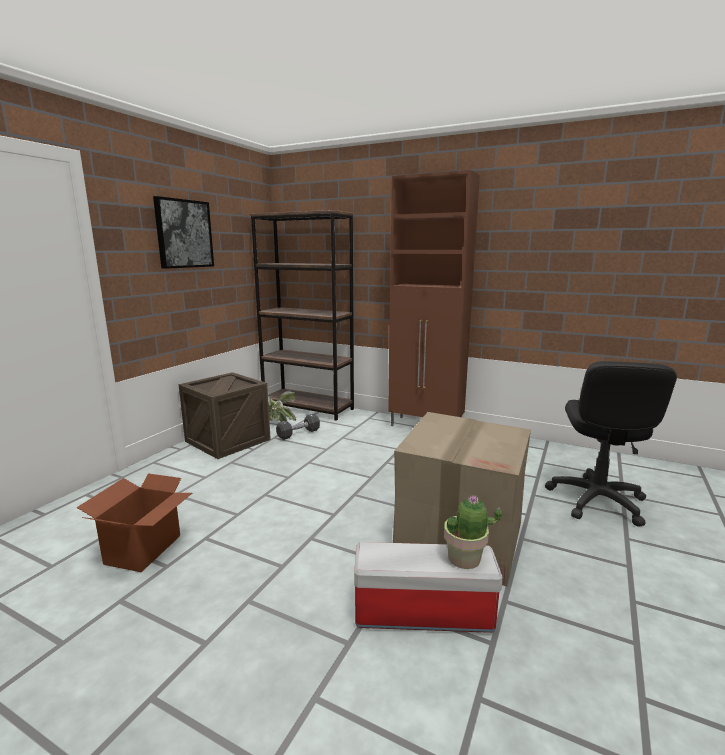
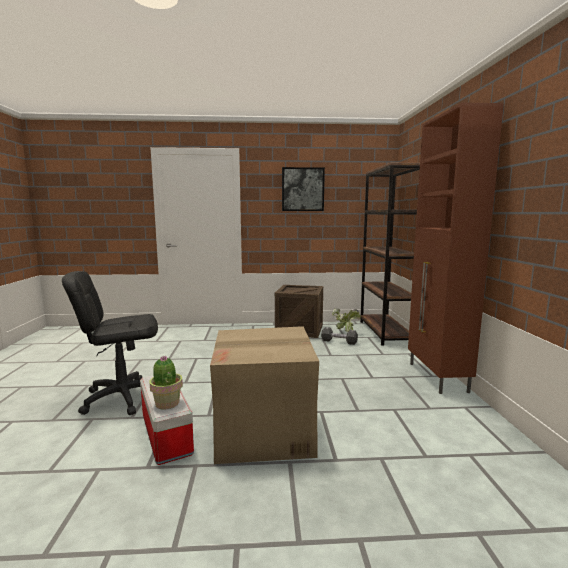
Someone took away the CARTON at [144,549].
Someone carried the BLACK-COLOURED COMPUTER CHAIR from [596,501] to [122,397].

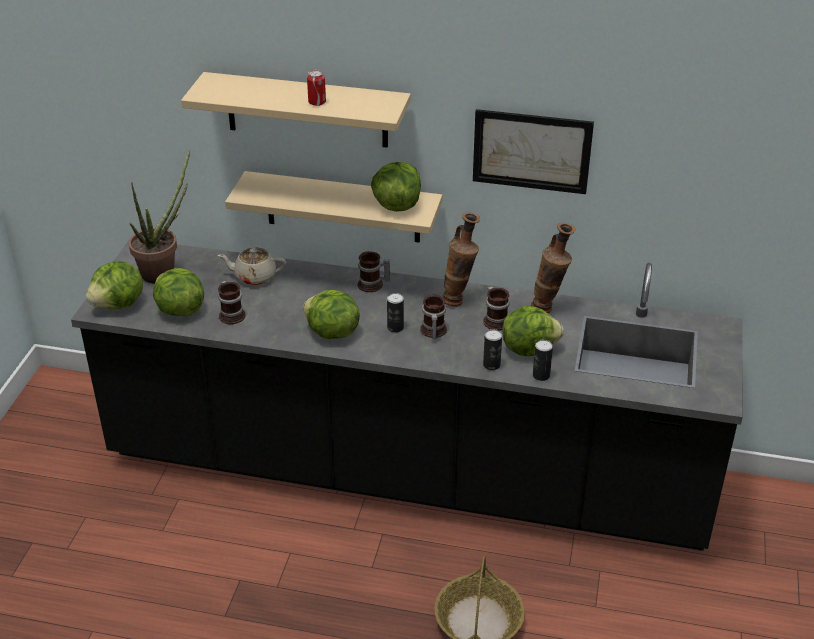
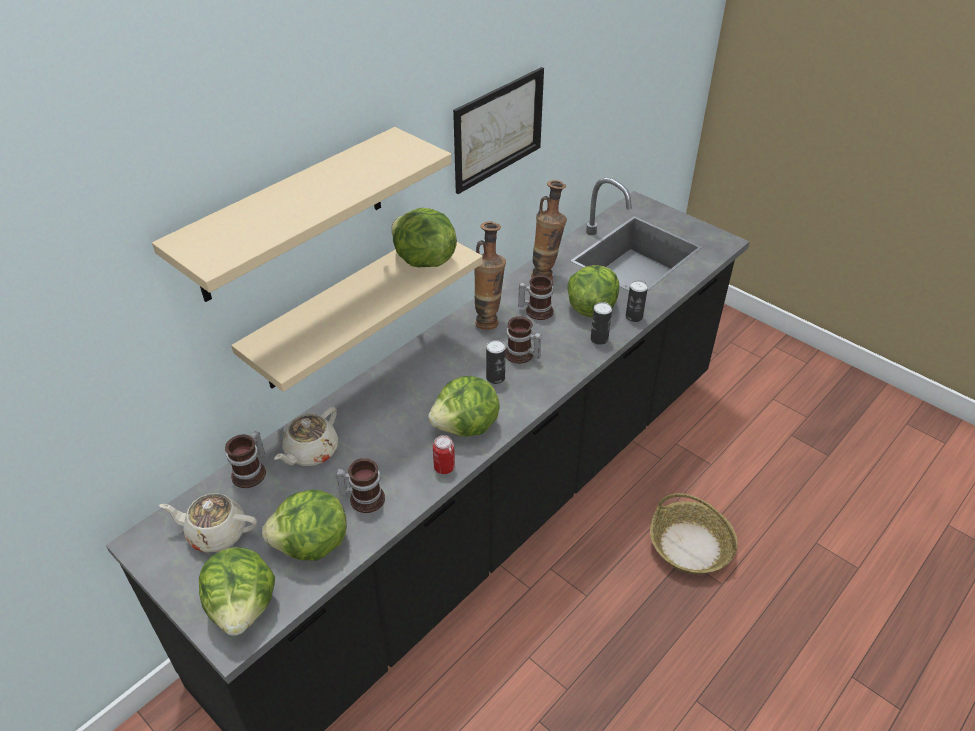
Someone carried the SEALED CAN from [317,102] to [444,467].
Someone carried the COFFEE MUG from [373,285] to [252,472].
Someone swapped the HOUSEPLANT at [164,271] for the BEIGE-COLOURED TEA POT at [216,533].

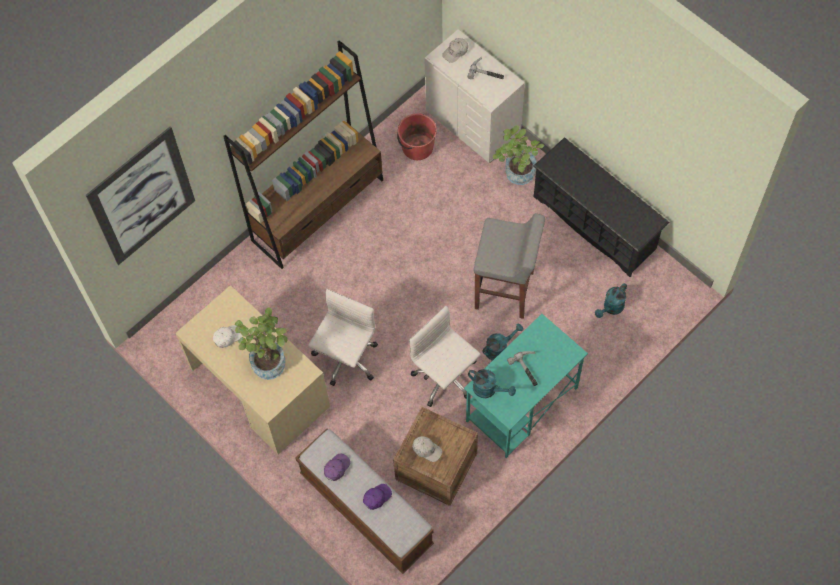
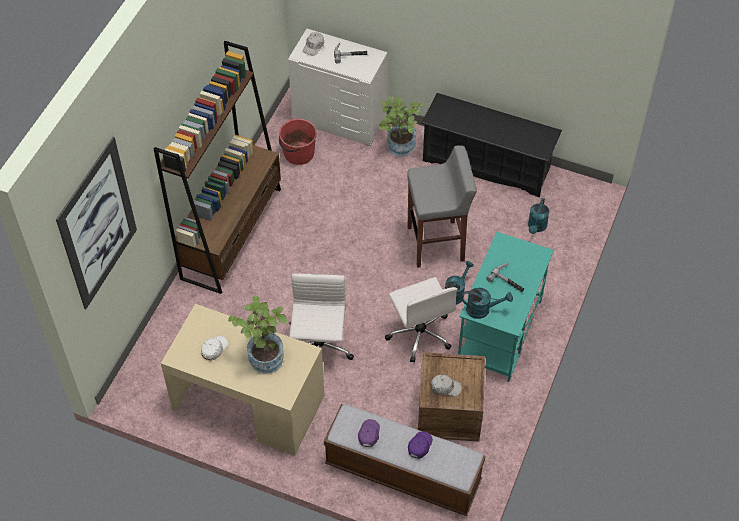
Someone rotated the WHITE COMPUTER CHAIR at [445,378] by 135 degrees counterclockwise.

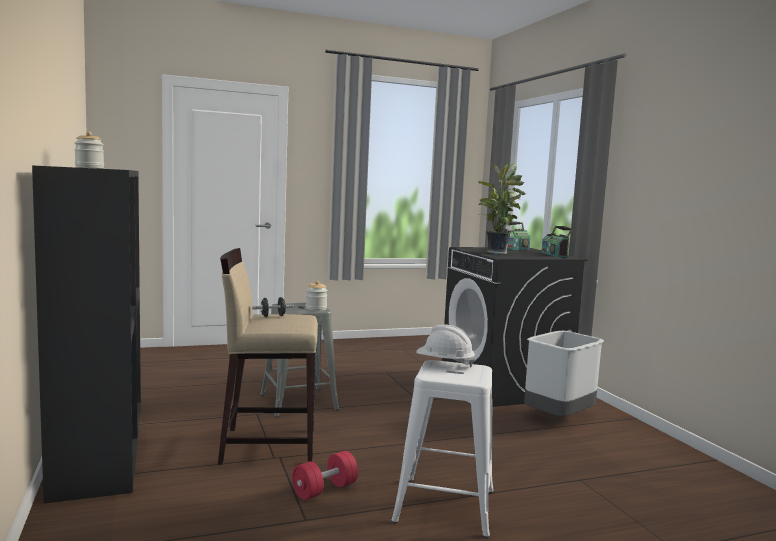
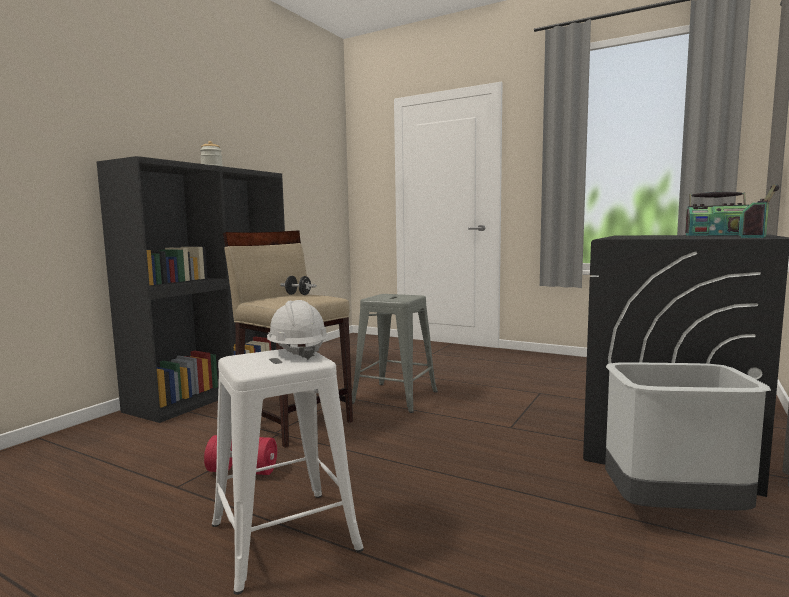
Someone took away the PRESERVE JAR at [316,309].
Someone took away the HOUSEPLANT at [497,253].

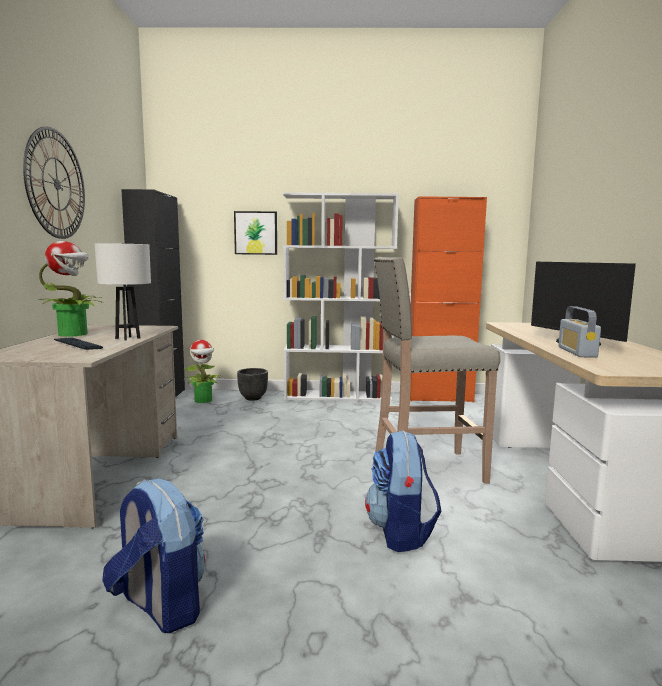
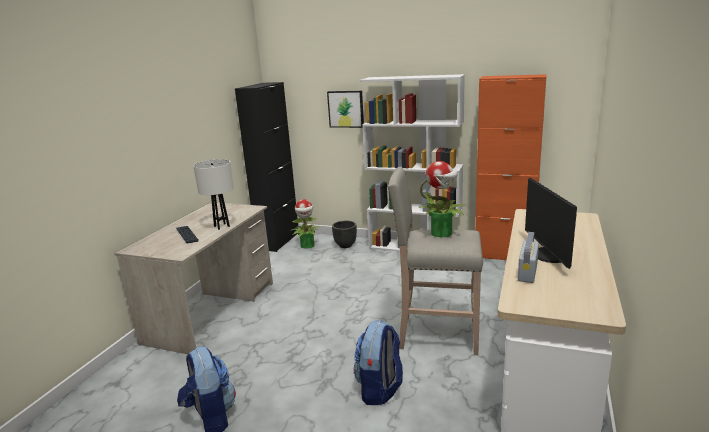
Someone took away the CLOCK ON THE WALL at [56,184].
Someone carried the HOUSEPLANT from [74,334] to [442,233].

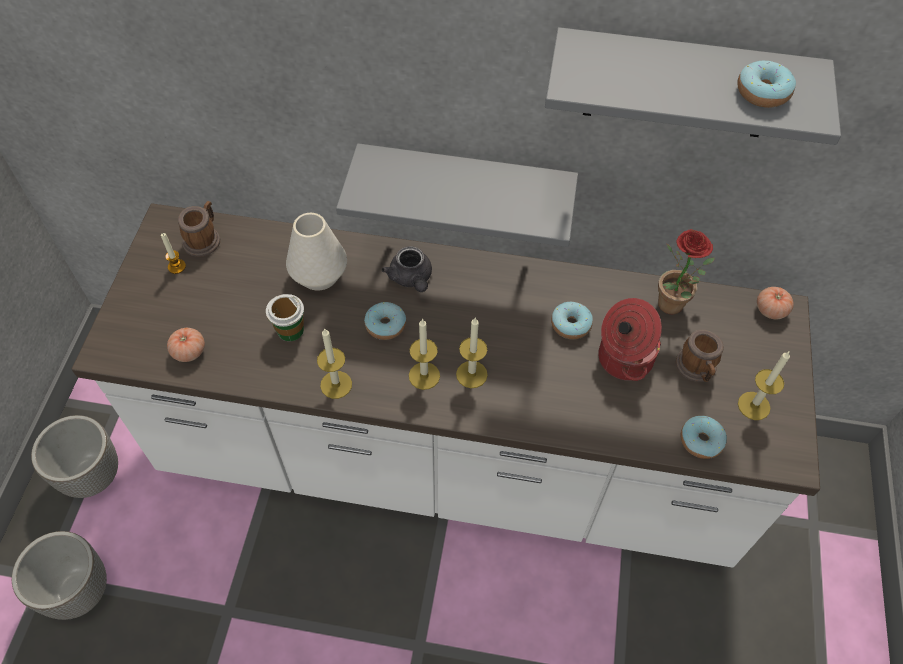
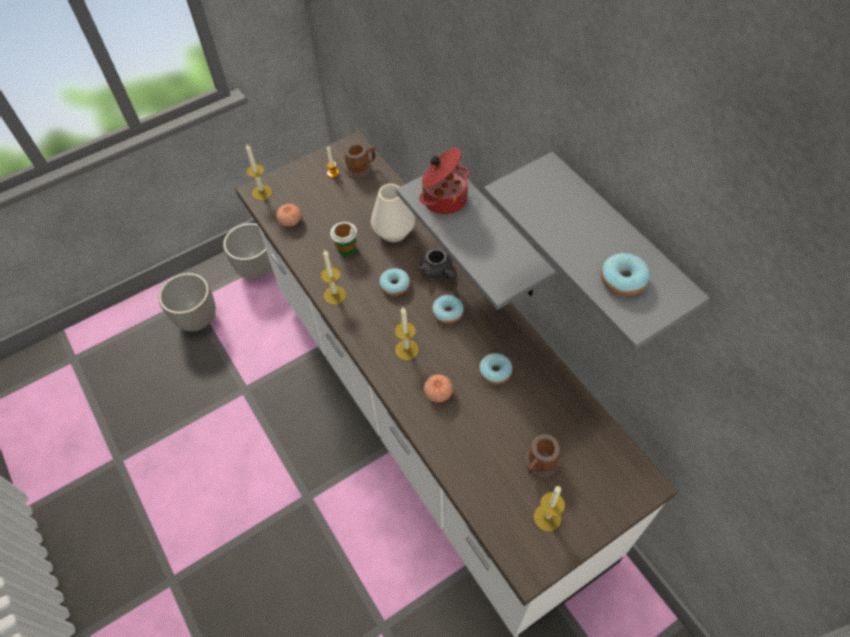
Someone took away the HOUSEPLANT at [672,309].
Someone carried the WAX LIGHT from [424,376] to [262,192].
Someone carried the SAUCEPOT from [623,358] to [443,198].
Someone carried the DONUT from [701,441] to [447,313].
Someone carried the WHOLE TOMATO from [770,310] to [438,393].
Someone rotated the GREY TEA POT at [411,279] by 60 degrees counterclockwise.

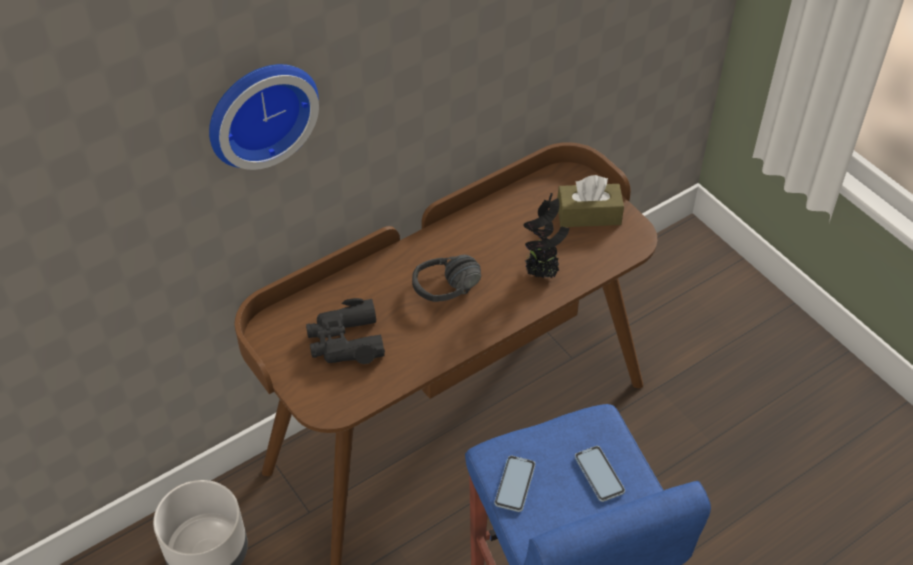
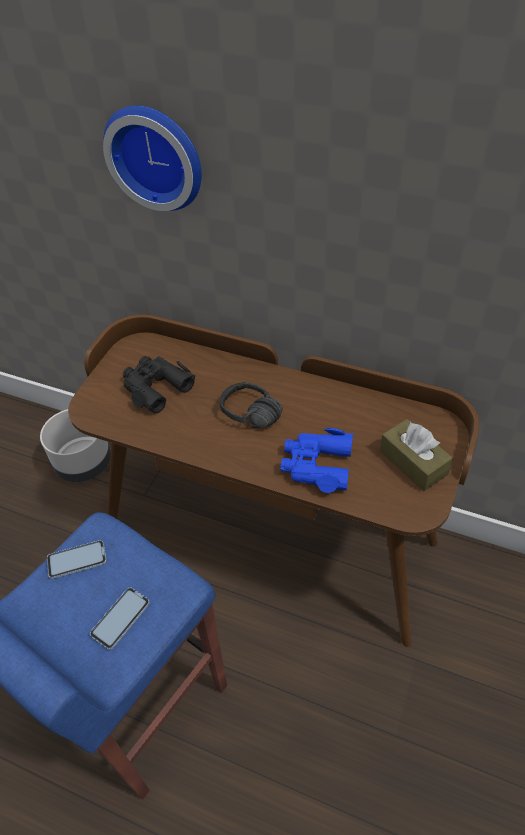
Someone swapped the HOUSEPLANT at [542,273] for the BLUE-COLOURED FIELD GLASSES at [317,465].

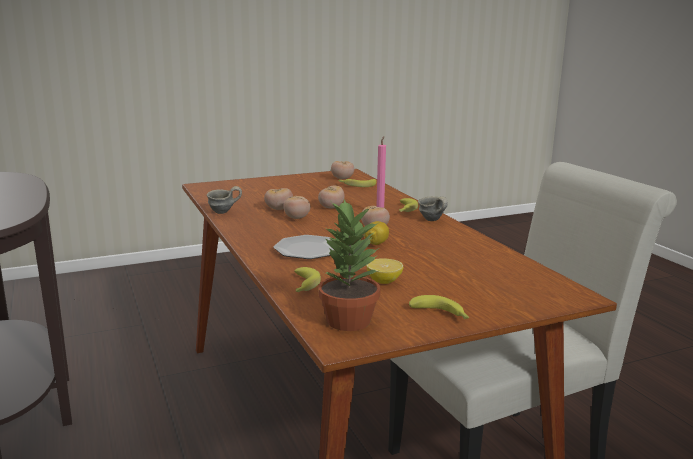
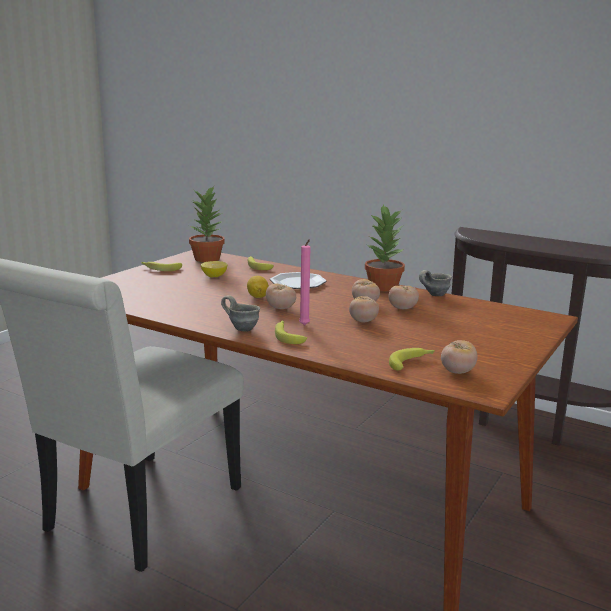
Someone put down the HOUSEPLANT at [384,287].

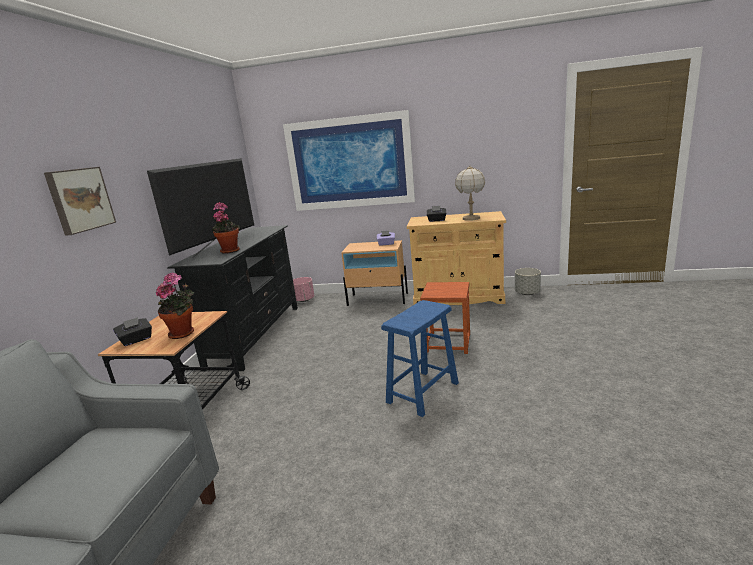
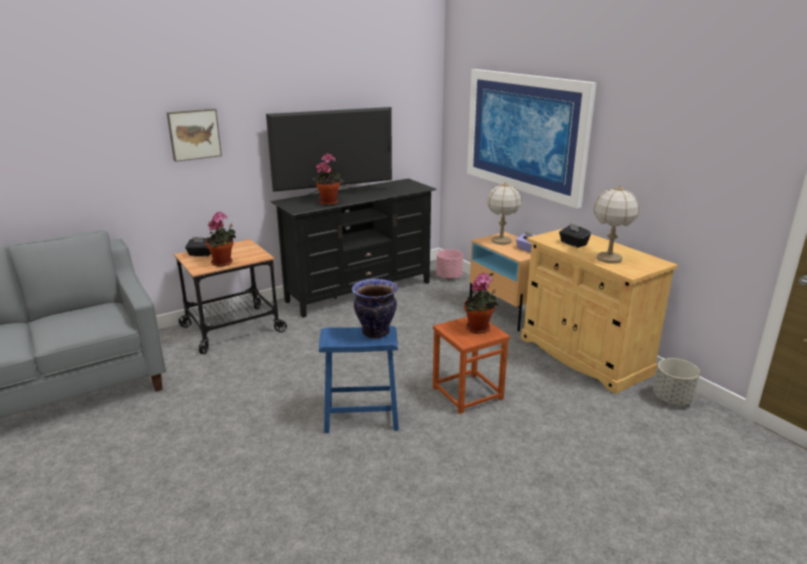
Someone put down the VASE at [375,333].
Someone put down the HOUSEPLANT at [479,329].
Someone put down the TABLETOP LAMP at [501,241].

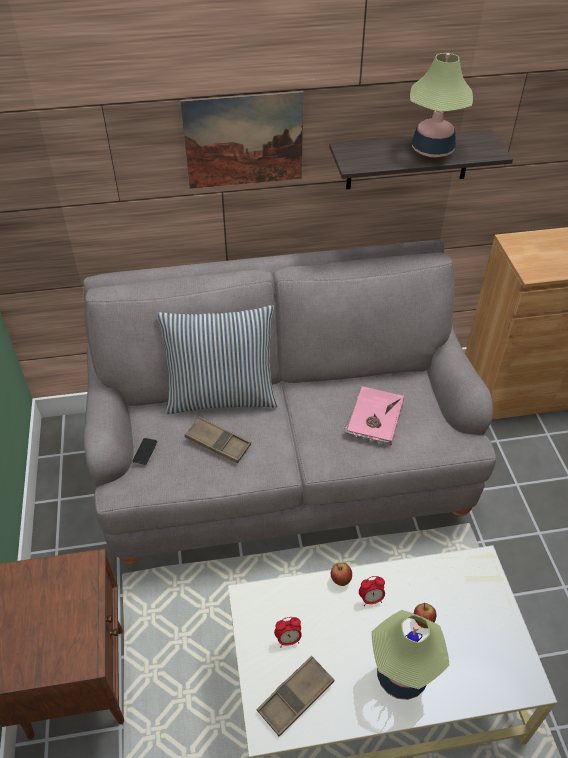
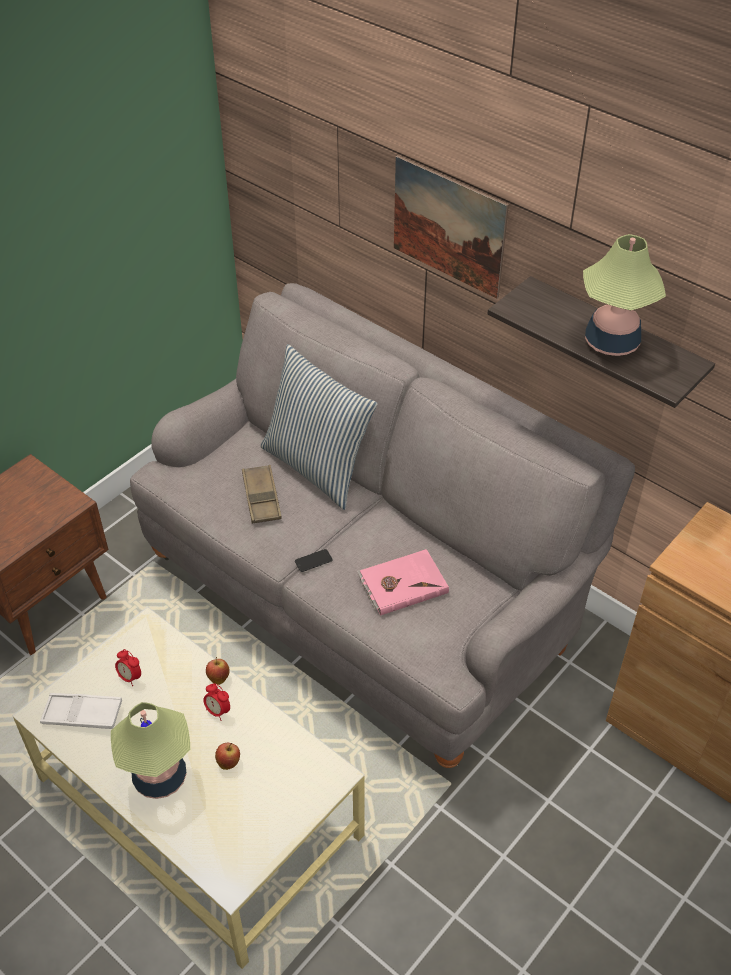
Someone carried the HANDSET from [145,451] to [313,561].
Someone repainted the BROWN-COLOURED CARRYING TRAY at [295,697], which became the WHITE CARRYING TRAY at [82,714].

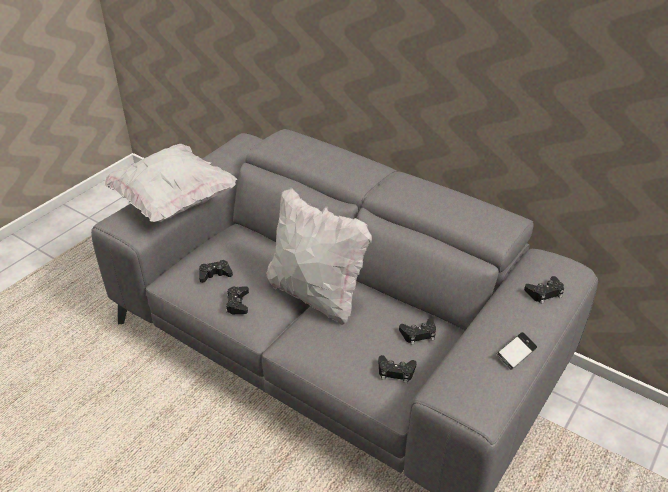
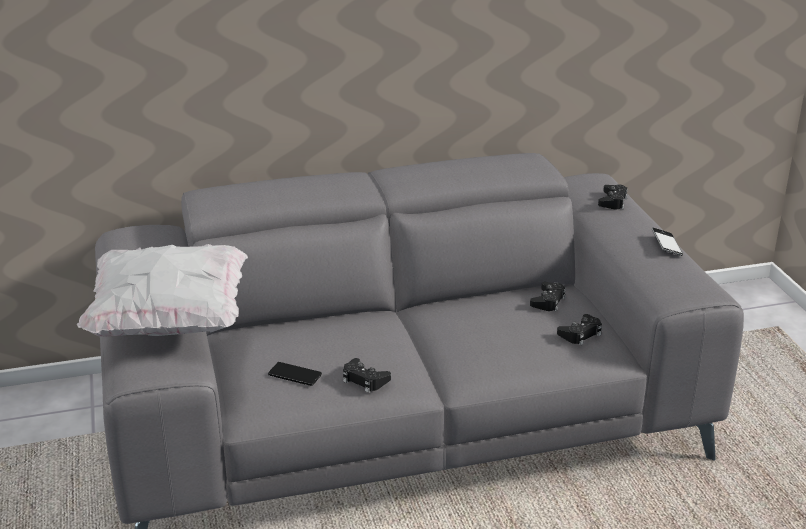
Someone took away the WHITE THROW PILLOW at [316,295].
Someone swapped the BLACK-COLOURED GAMEPAD at [215,274] for the HANDSET at [294,374].

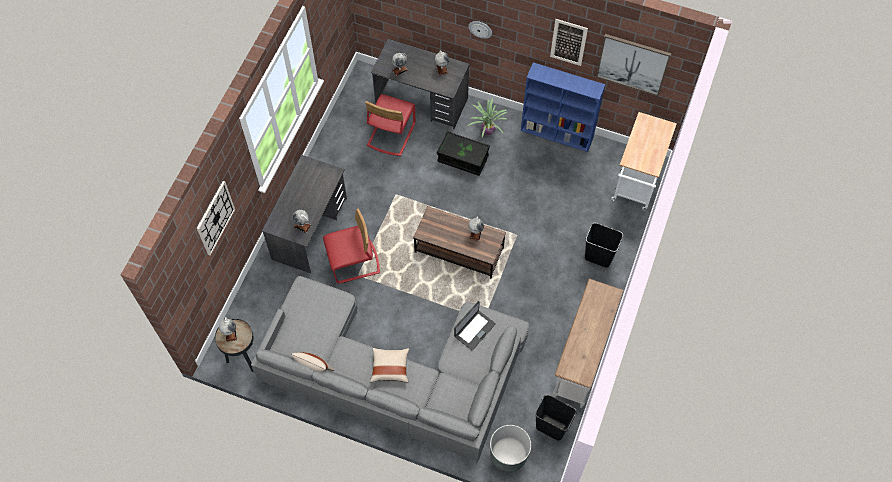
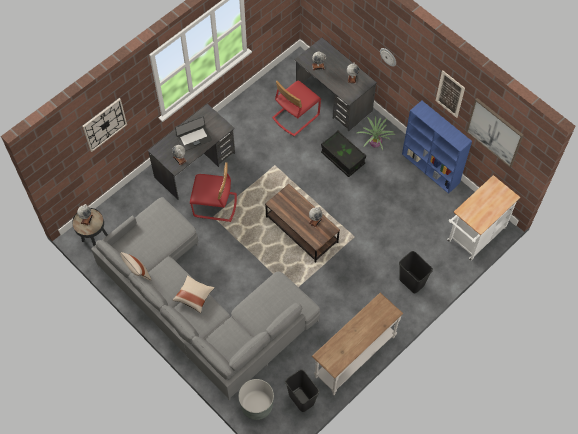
Someone carried the PORTABLE COMPUTER from [474,330] to [194,138].

